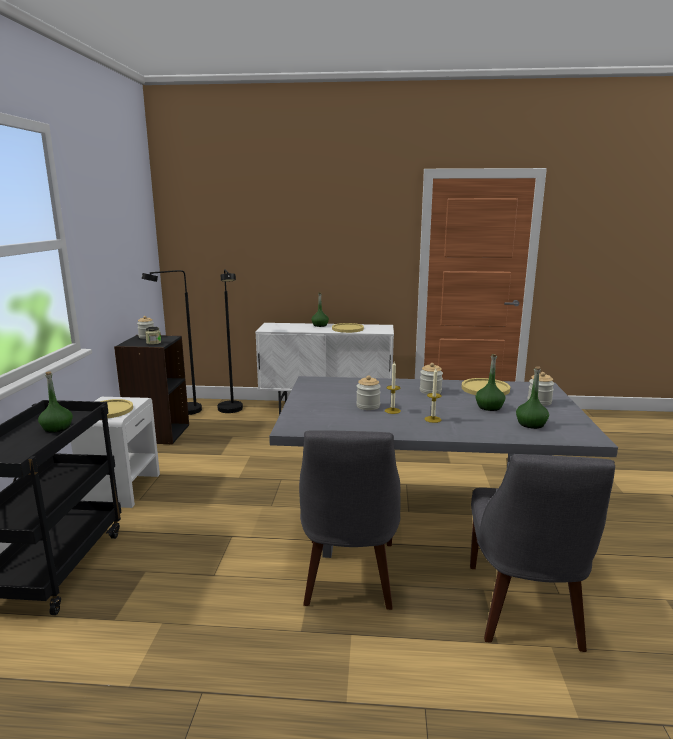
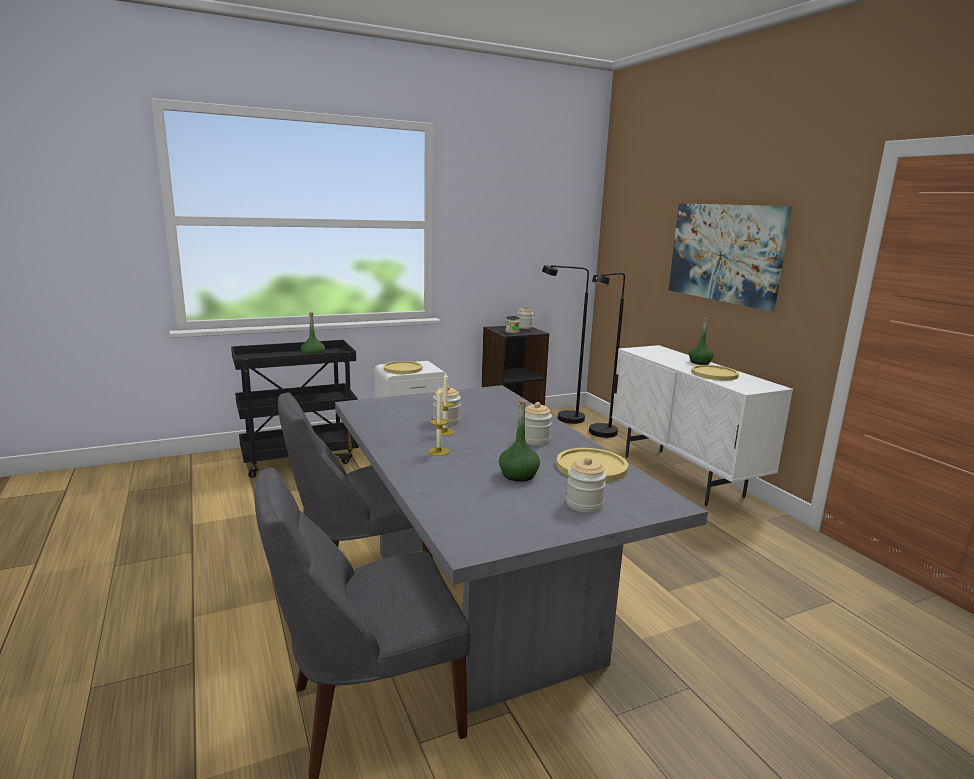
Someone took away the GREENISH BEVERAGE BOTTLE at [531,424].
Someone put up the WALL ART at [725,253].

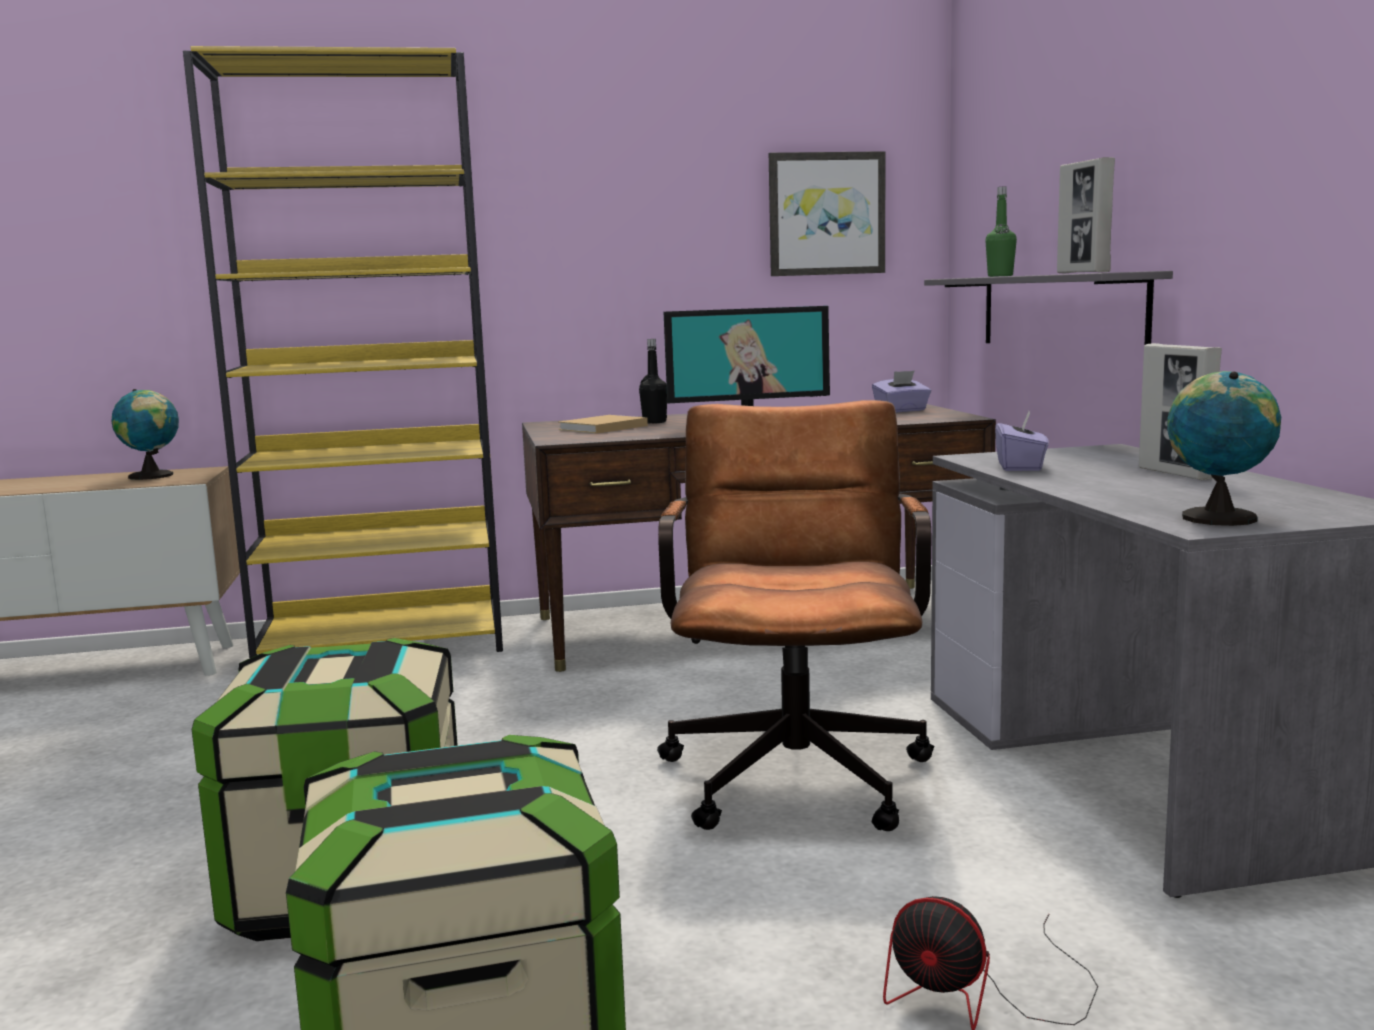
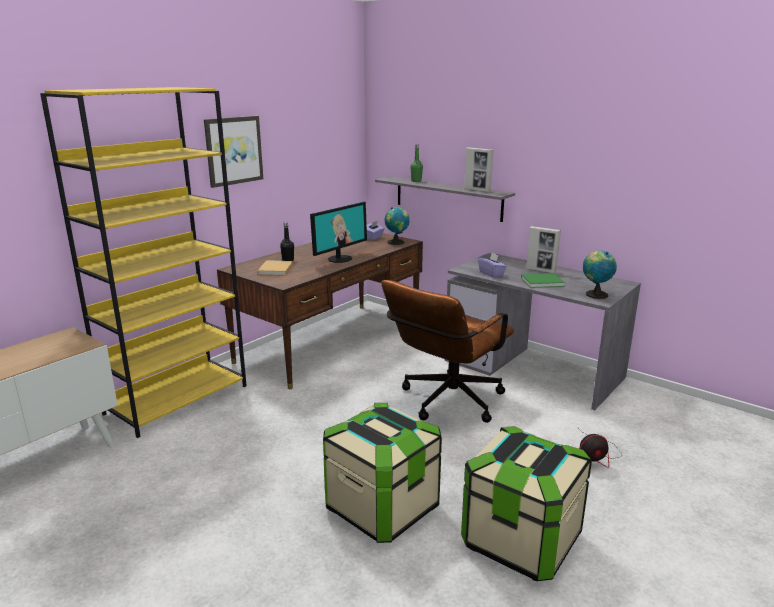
Someone put down the GREENISH BOOK at [543,282].
Someone carried the WORLD GLOBE from [153,476] to [397,242].
Someone carried the WALL ART from [826,214] to [233,150].
Someone rotated the BROWN-COLOURED COMPUTER CHAIR at [797,767] by 105 degrees counterclockwise.

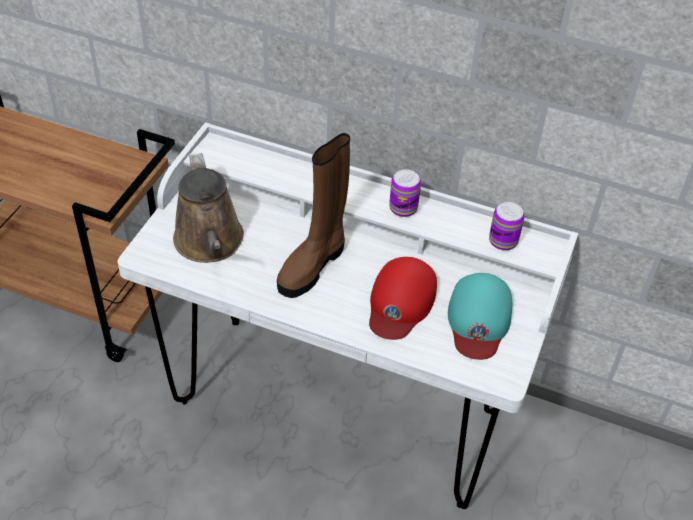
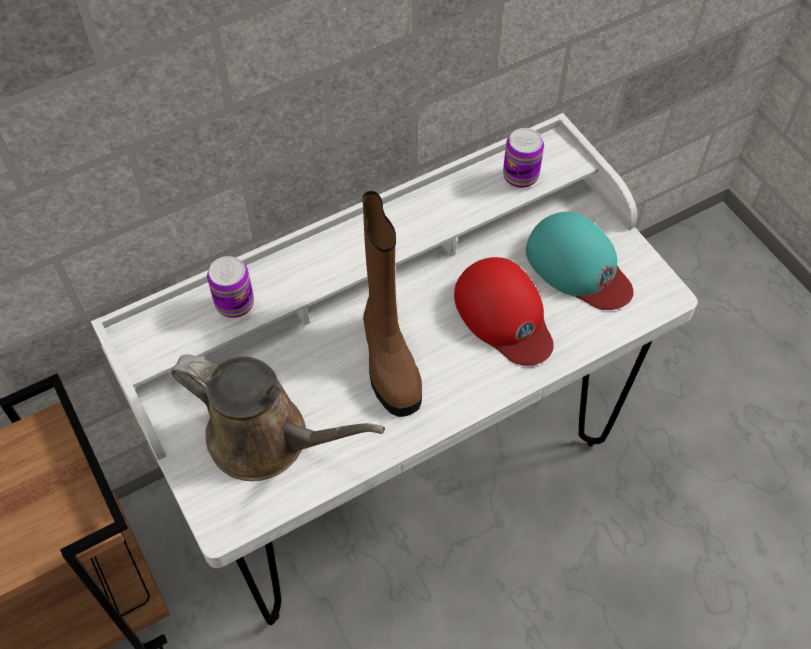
Someone carried the SEALED CAN from [403,208] to [234,303].

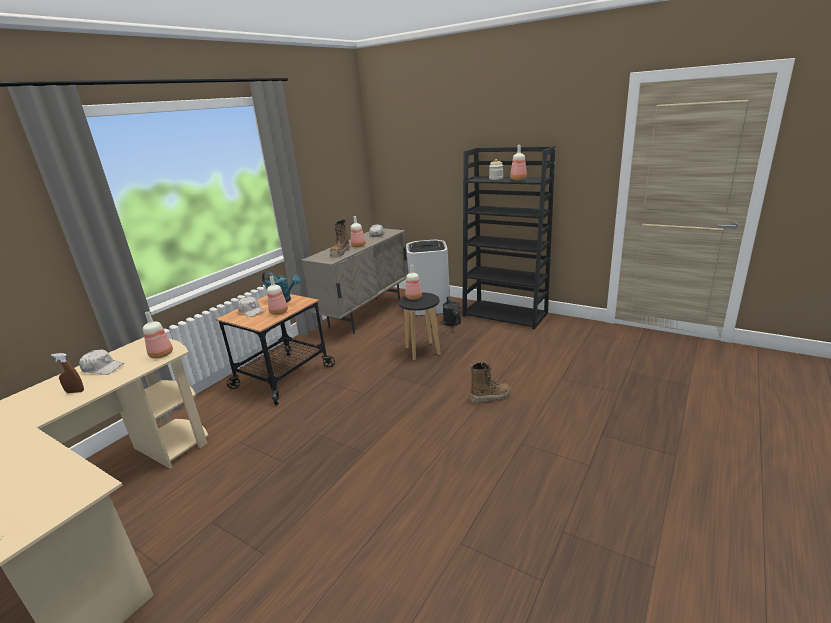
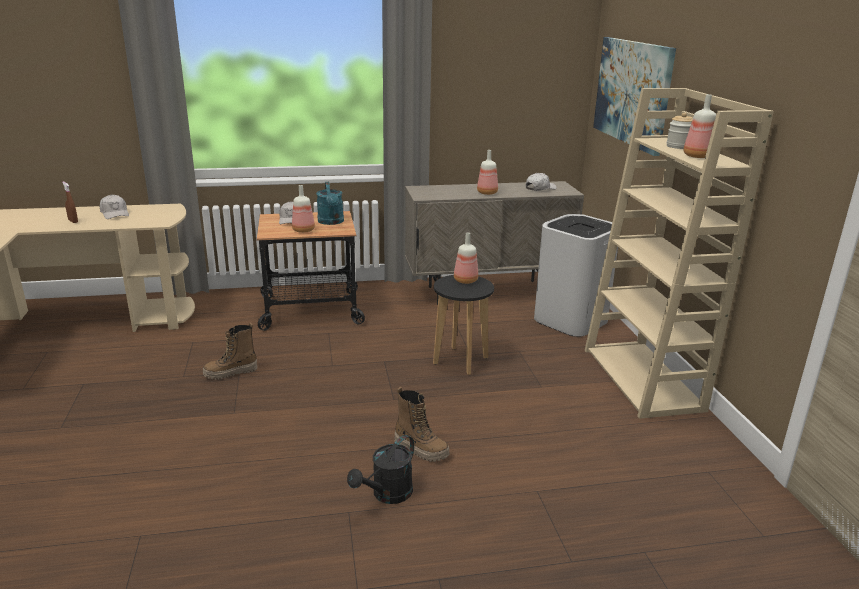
Someone took away the BEVERAGE BOTTLE at [162,354].
Someone put up the WALL ART at [632,92].
Someone carried the BOOT from [340,253] to [231,373].
Someone carried the BLACK-COLOURED WATERING POT from [453,323] to [387,495].
Someone repainted the BLACK-COLOURED SHELVING UNIT at [505,314], which became the BEIGE-COLOURED SHELVING UNIT at [643,379].

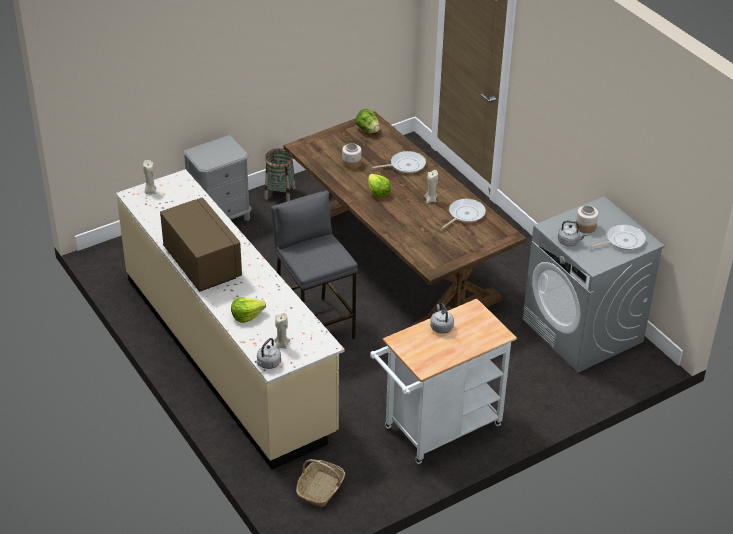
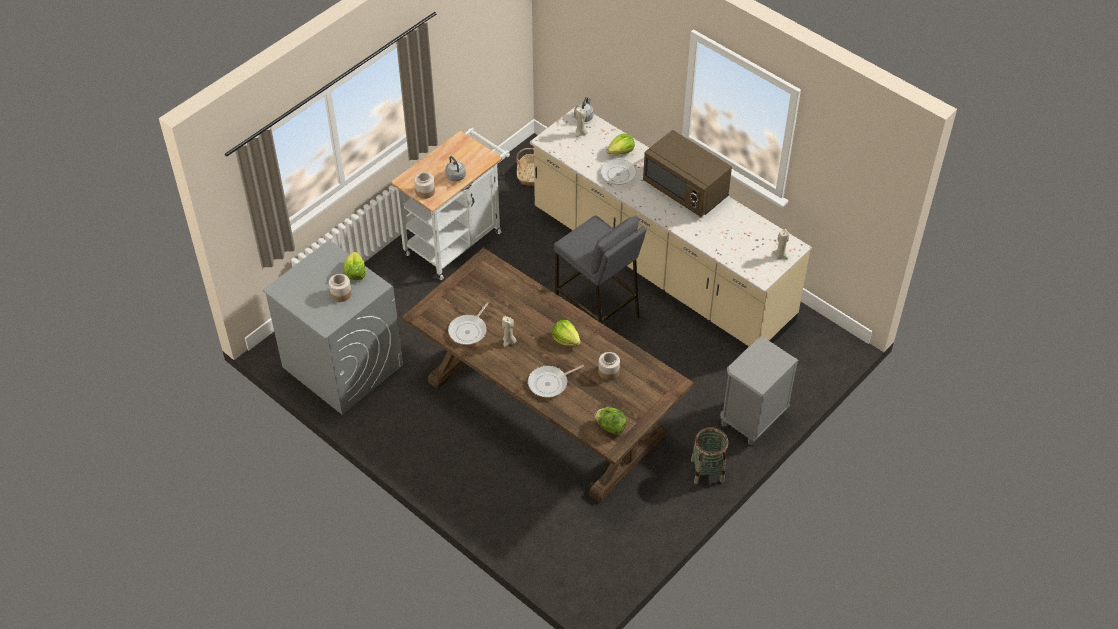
Someone put down the PRESERVE JAR at [425,191].
Someone carried the FRYING PAN from [622,241] to [620,173].
Someone swapped the GREY KETTLE at [569,242] for the LETTUCE at [355,272].

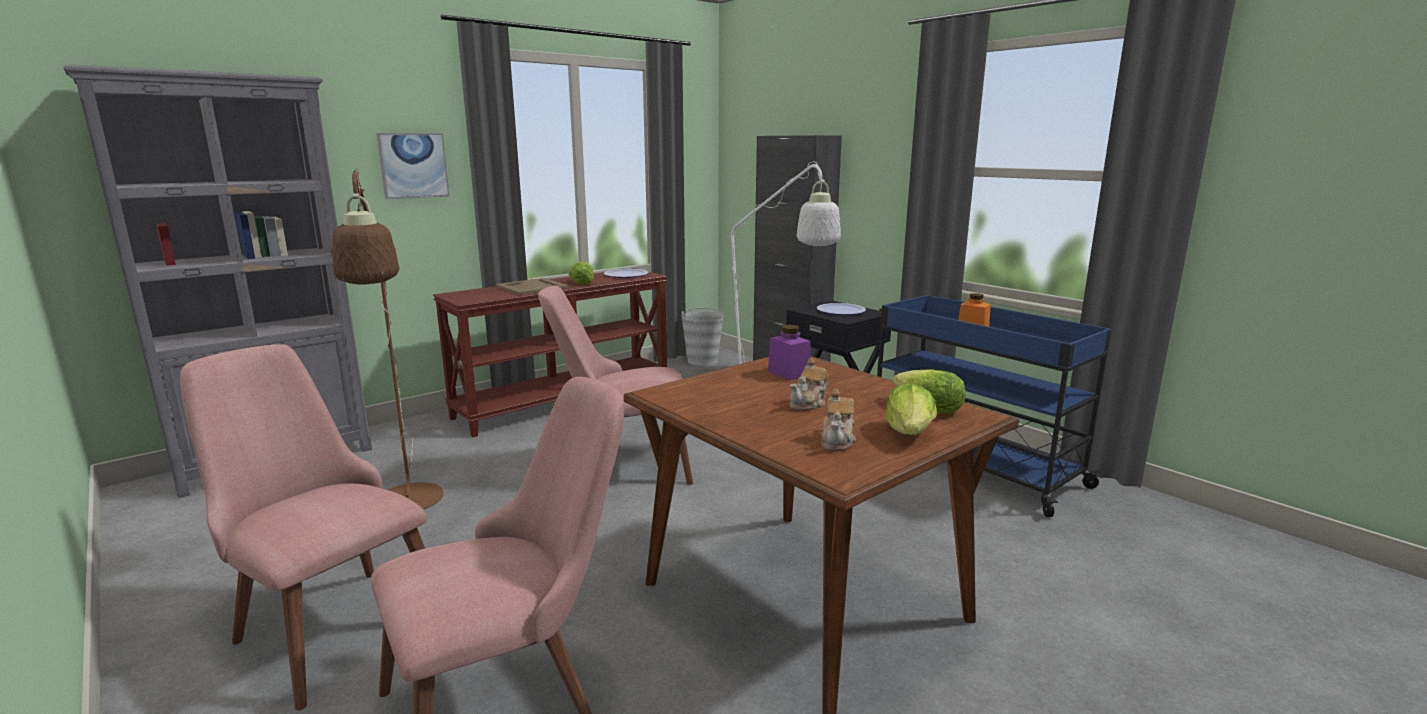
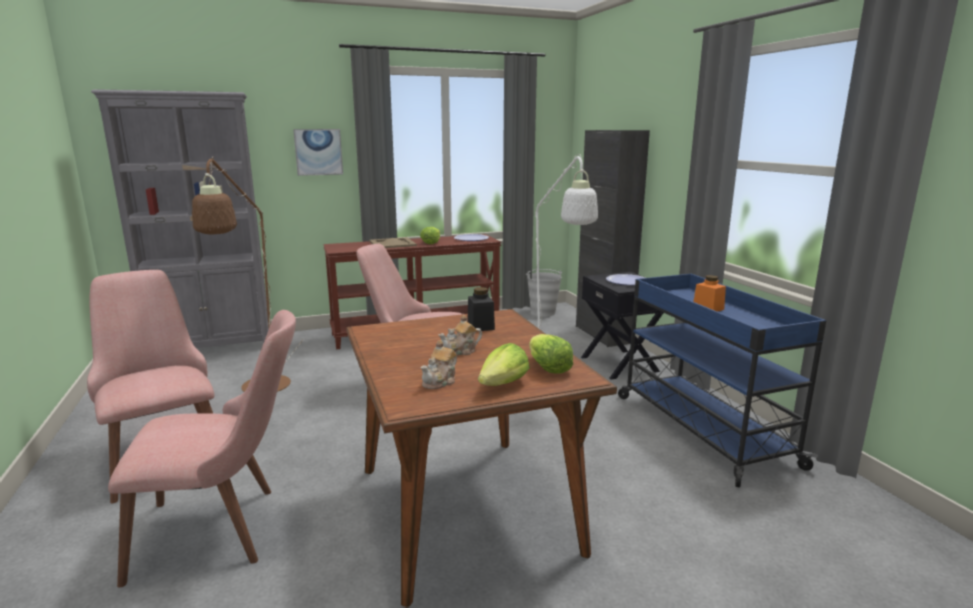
Someone repainted the PURPLISH PRESERVE JAR at [789,373], which became the BLACK-COLOURED PRESERVE JAR at [480,326].

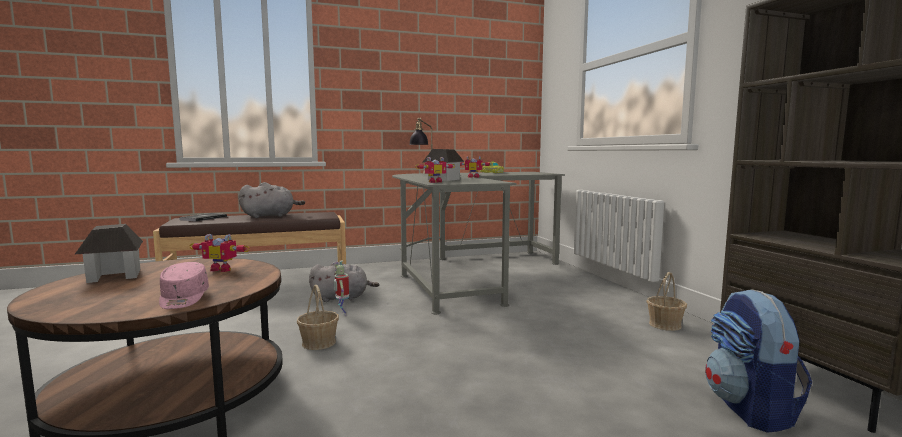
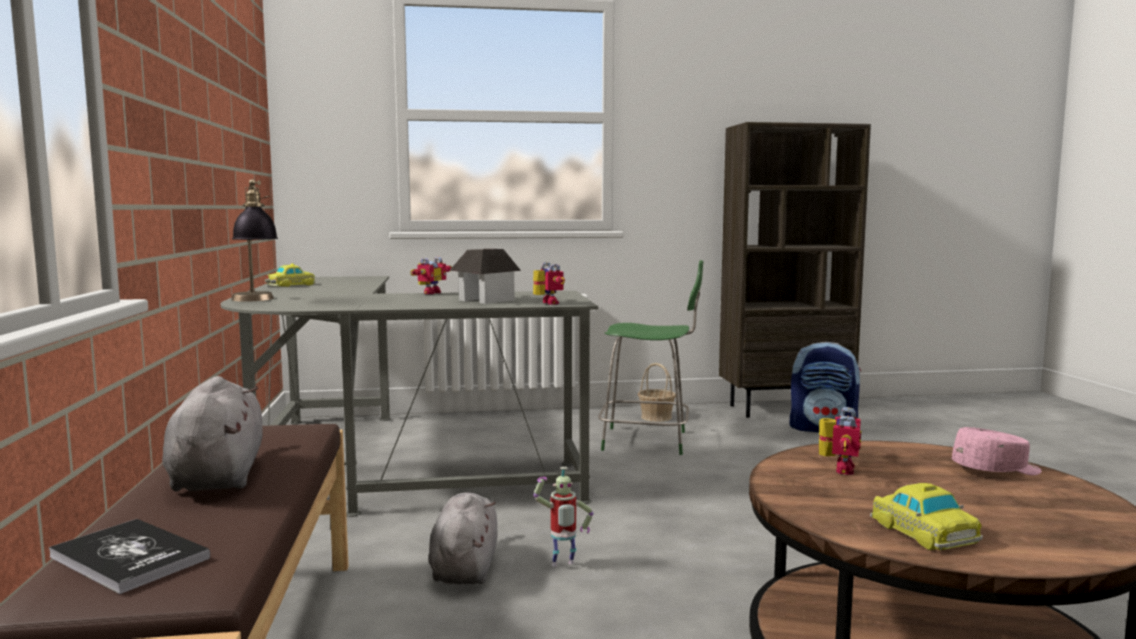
Someone took away the STORAGE BASKET at [319,343].
Someone put down the GREENISH PLAIN CHAIR at [648,441].
Someone swapped the TOY HOUSE at [114,276] for the TOY CAR at [922,531].

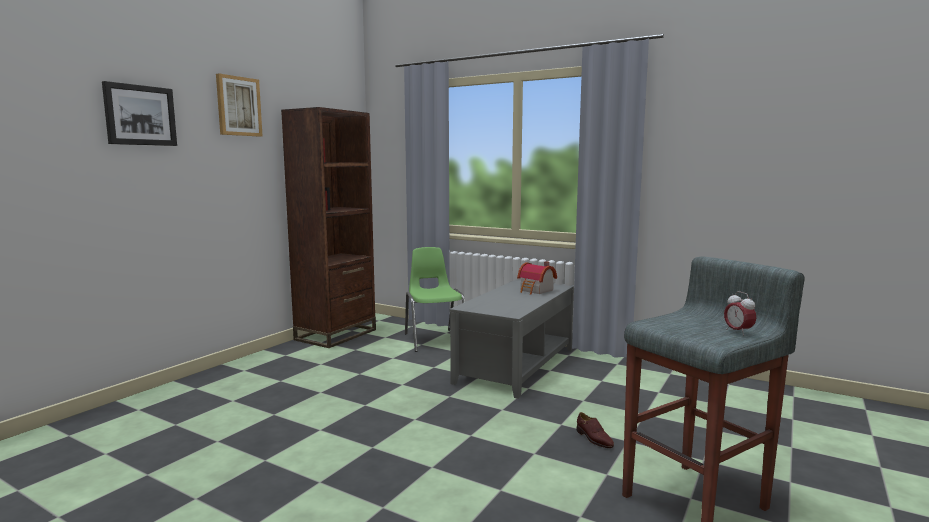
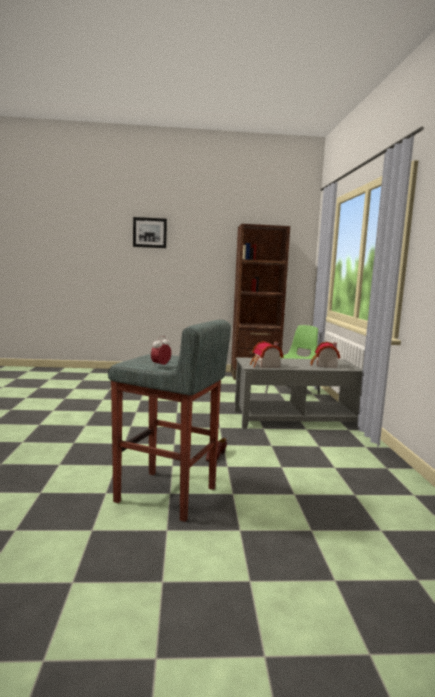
Someone took away the WALL ART at [238,106].
Someone put down the TOY HOUSE at [265,366].

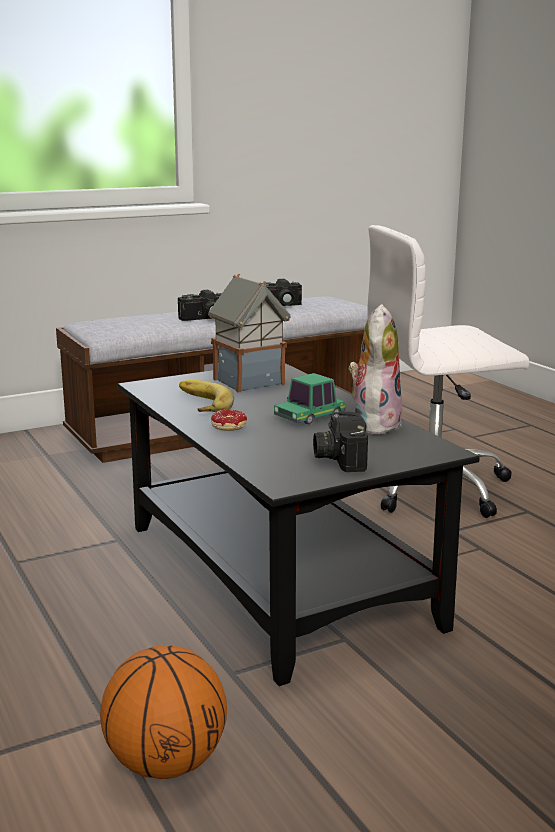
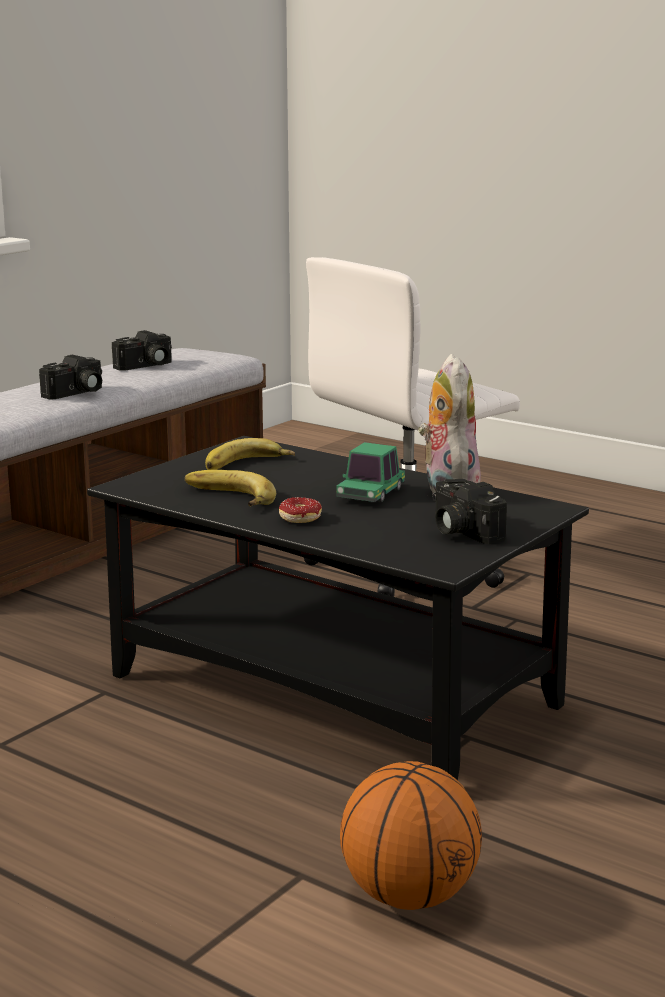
Someone swapped the TOY HOUSE at [250,382] for the WHOLE BANANA at [248,465].

